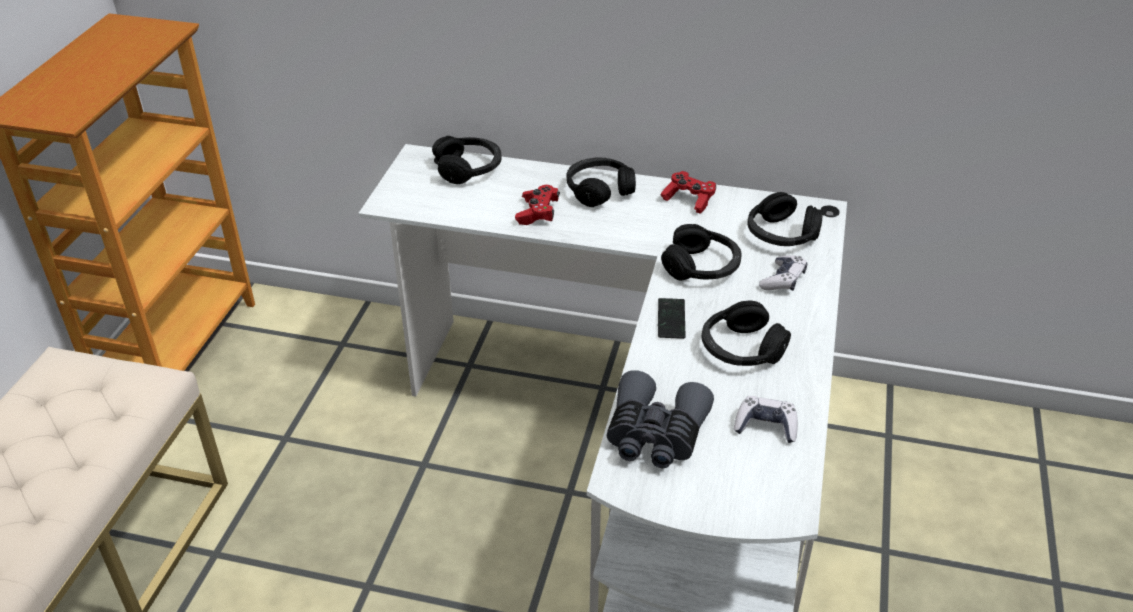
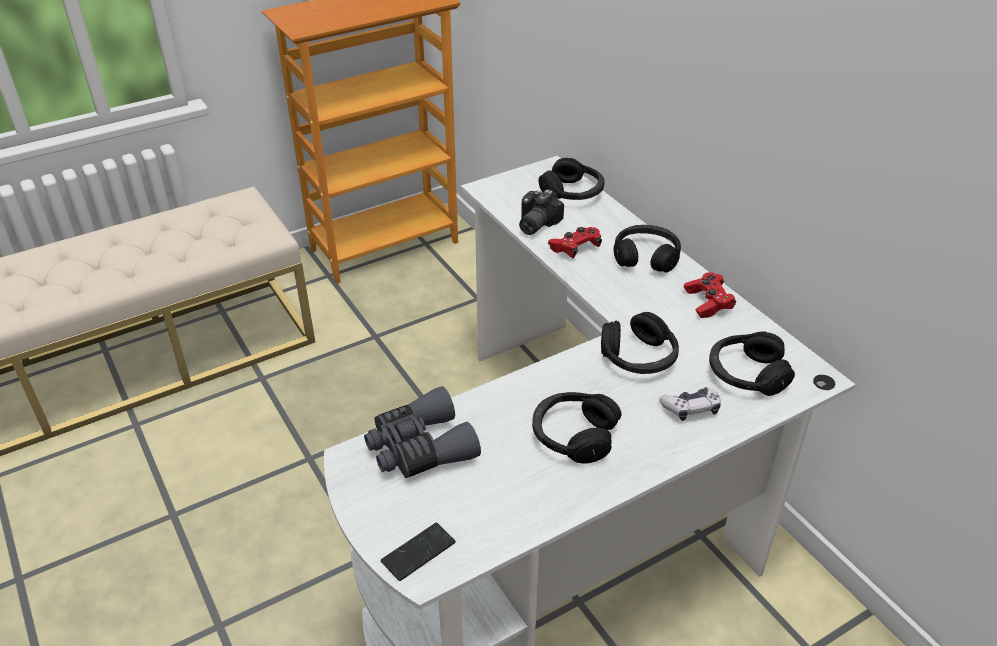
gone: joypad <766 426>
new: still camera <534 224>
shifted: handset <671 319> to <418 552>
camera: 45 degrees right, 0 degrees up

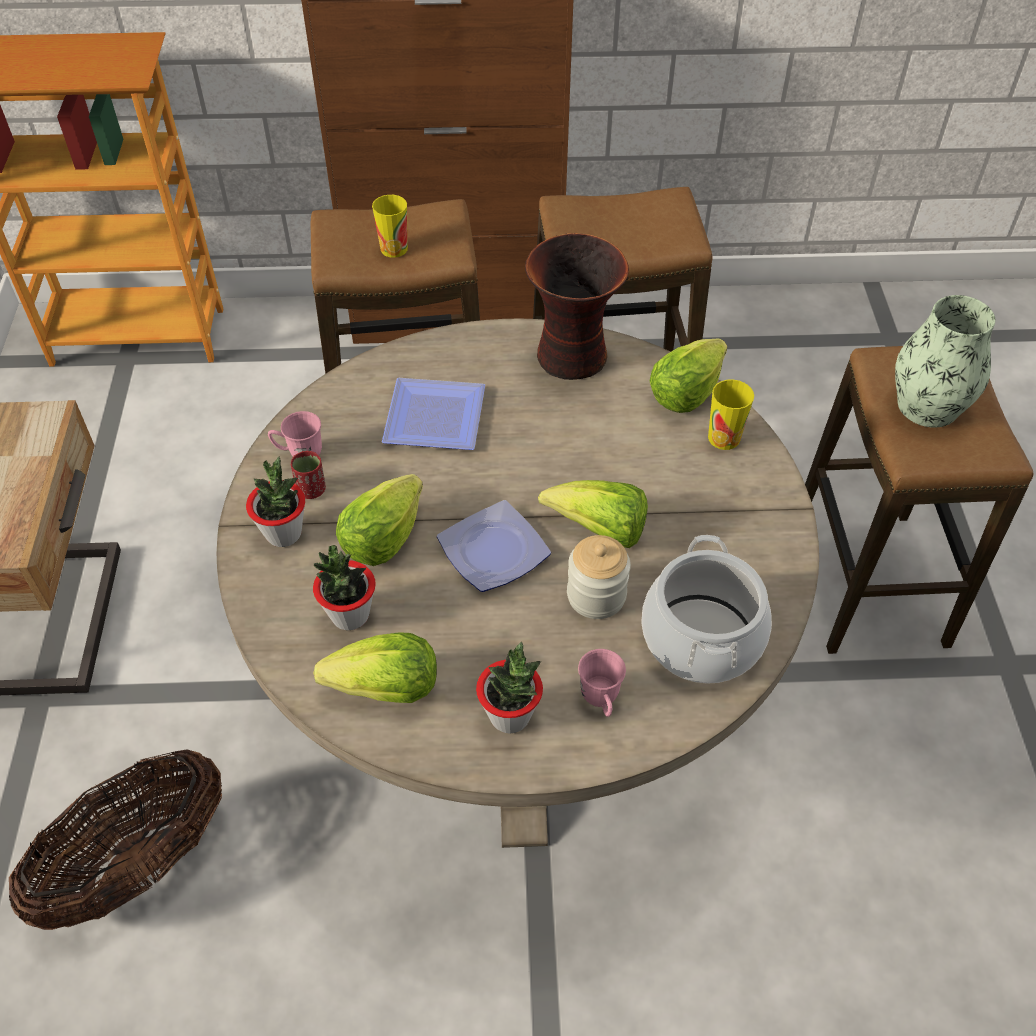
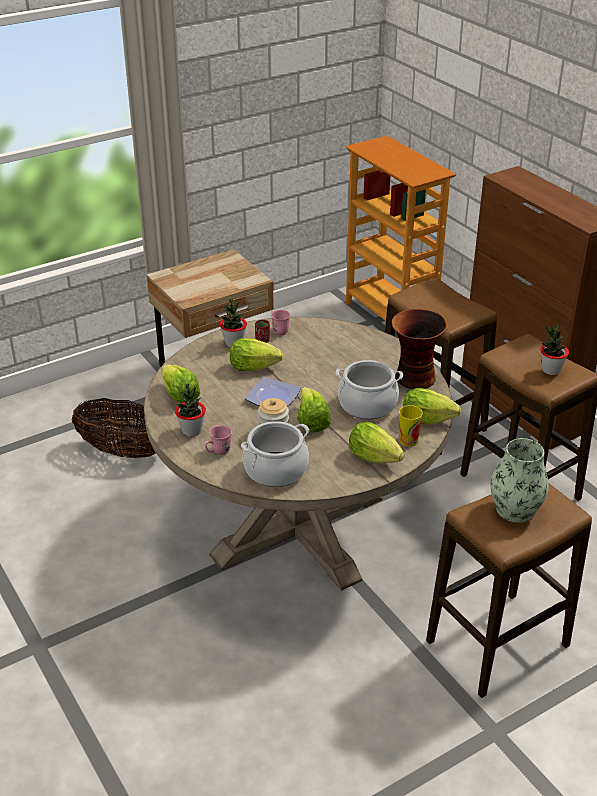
gone: drinking cup <394 249>; flat dish <431 420>
new: saucepot <367 405>; lettuce head <373 457>
shifted: potted plant <350 615> to <551 370>
camera: 60 degrees right, 15 degrees down

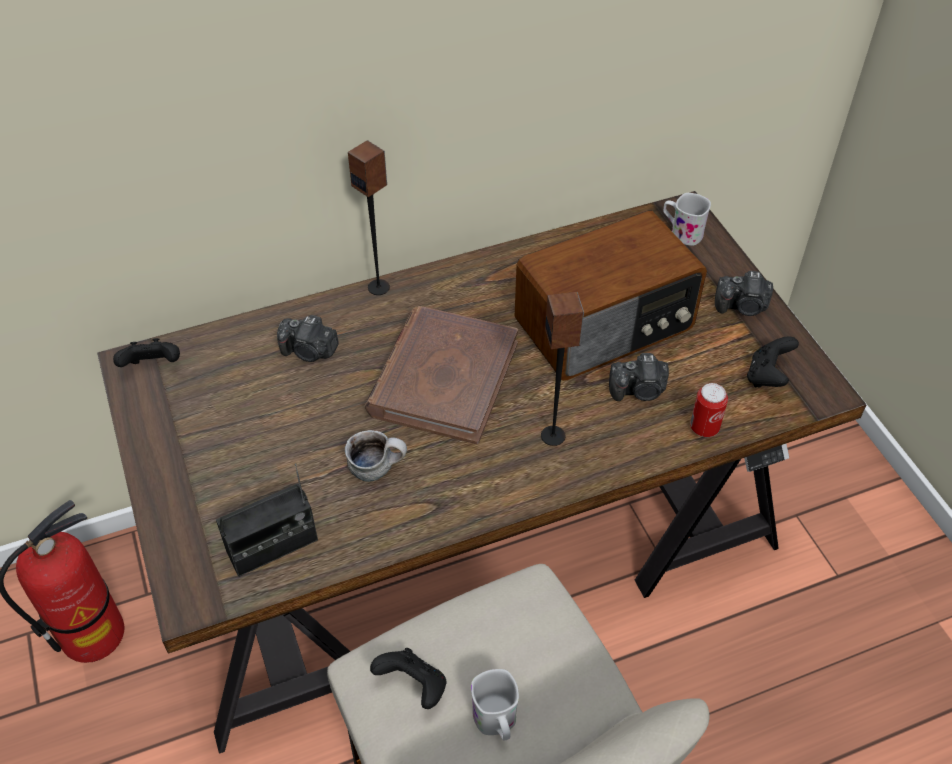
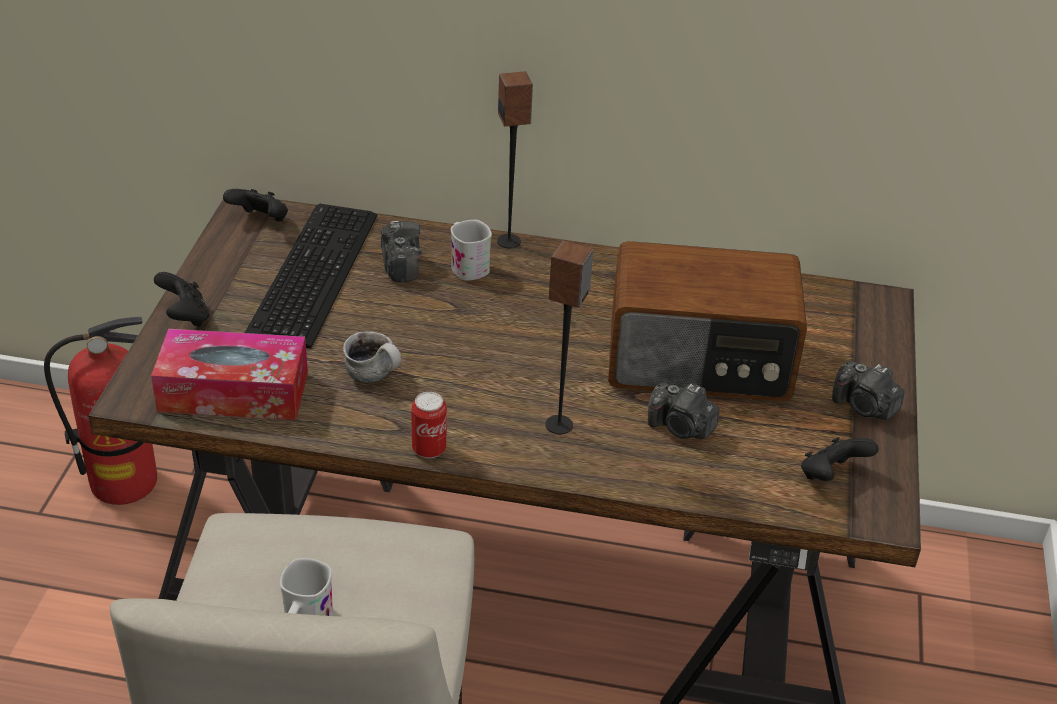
gone: bound book/brown-coloured <443 378>
new: computer keyboard <309 275>
shifted: joypad/black-coloured <413 686> to <185 317>; metal can <704 428> to <429 449>; coffee mug/white-coloured <681 232> to <467 265>
swapped: radio <272 546> to tissue box <233 391>
rotated: still camera <309 351> = <400 264> 150 degrees counterclockwise
camera: 30 degrees right, 10 degrees down

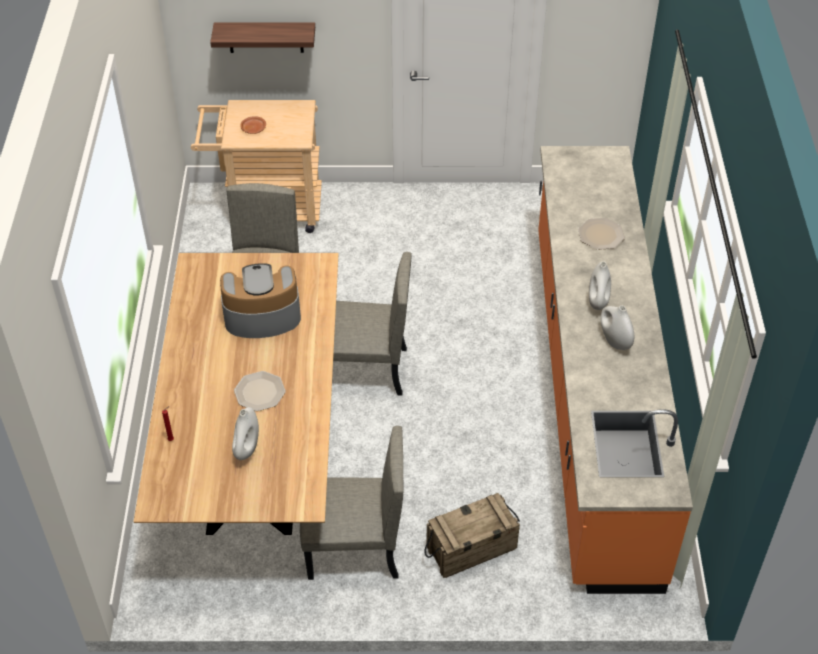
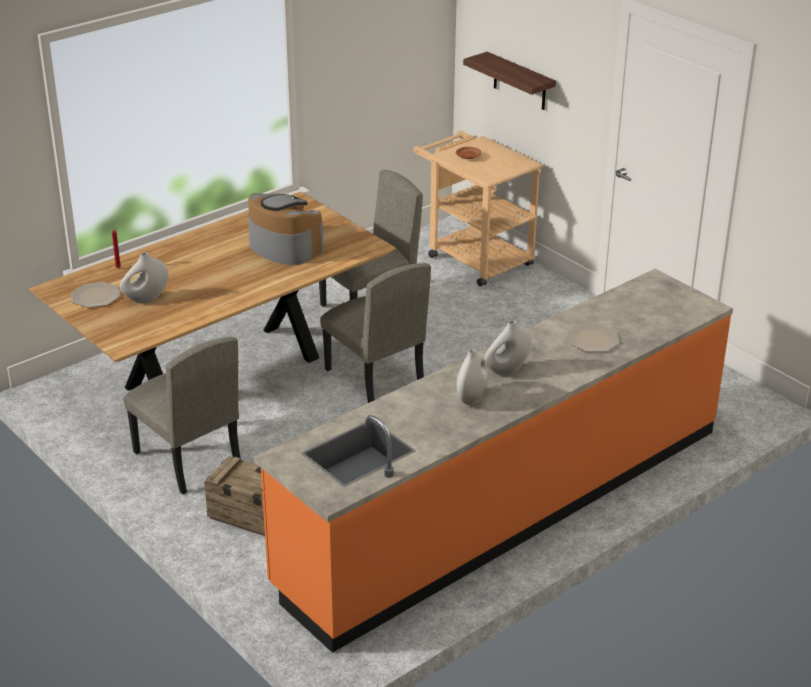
shifted: flat dish <259 391> to <96 296>
camera: 50 degrees right, 15 degrees down

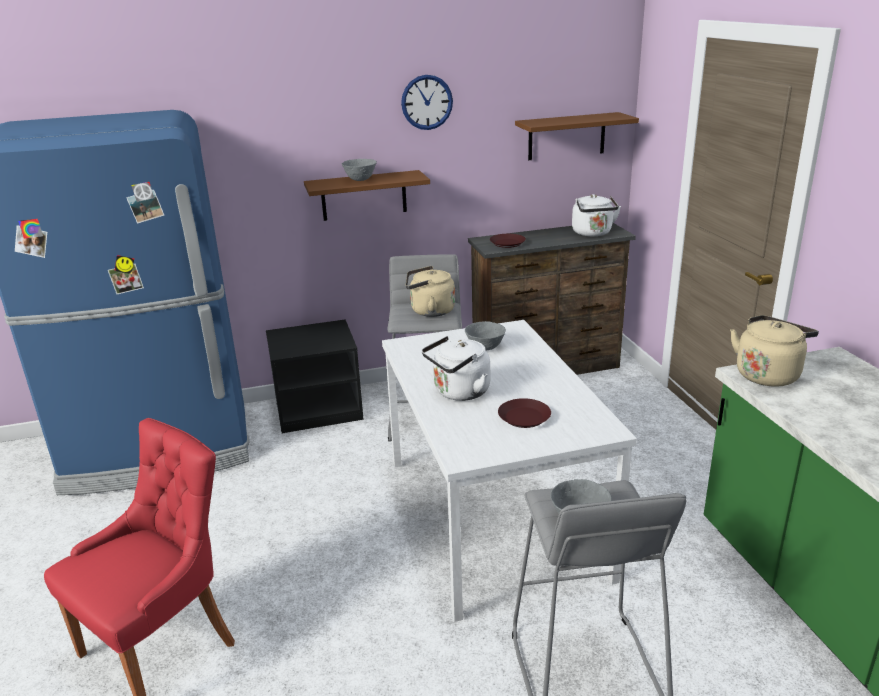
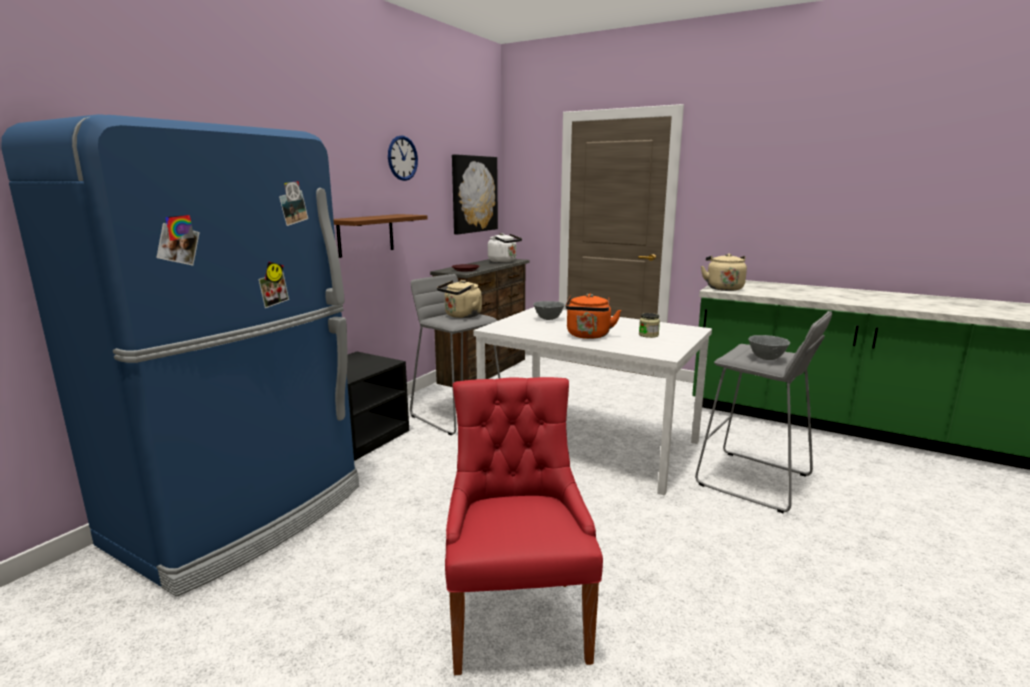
gone: serving bowl/grey <360 180>
swapped: wall shelf/brown-coloured <566 136> to picture <474 194>; flat dish/brown-coloured <524 418> to storage jar <648 335>
repainted: water kettle/white-coloured <459 392> to water kettle/orange <588 336>
camera: 45 degrees left, 10 degrees down

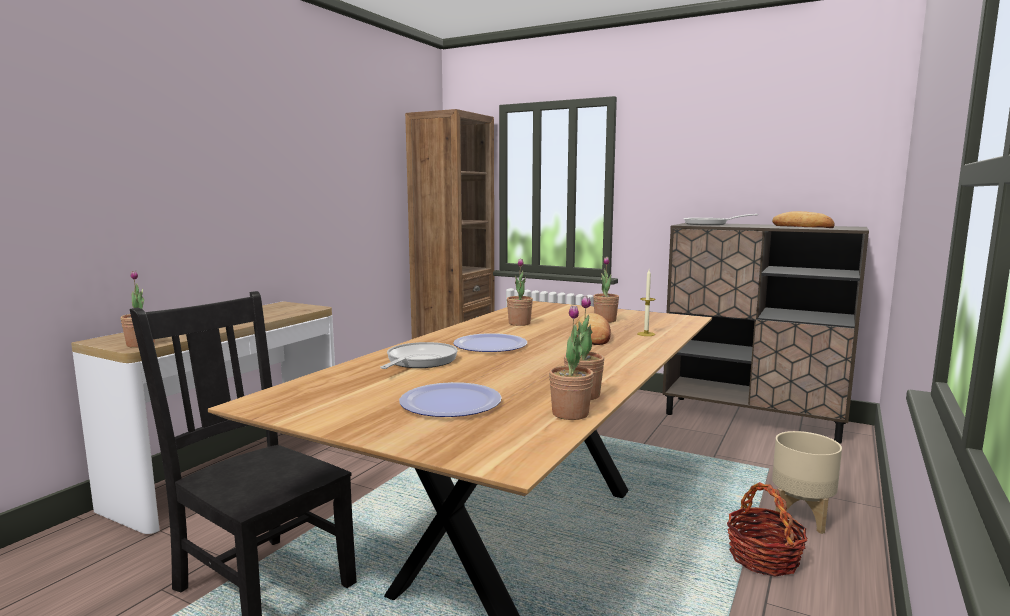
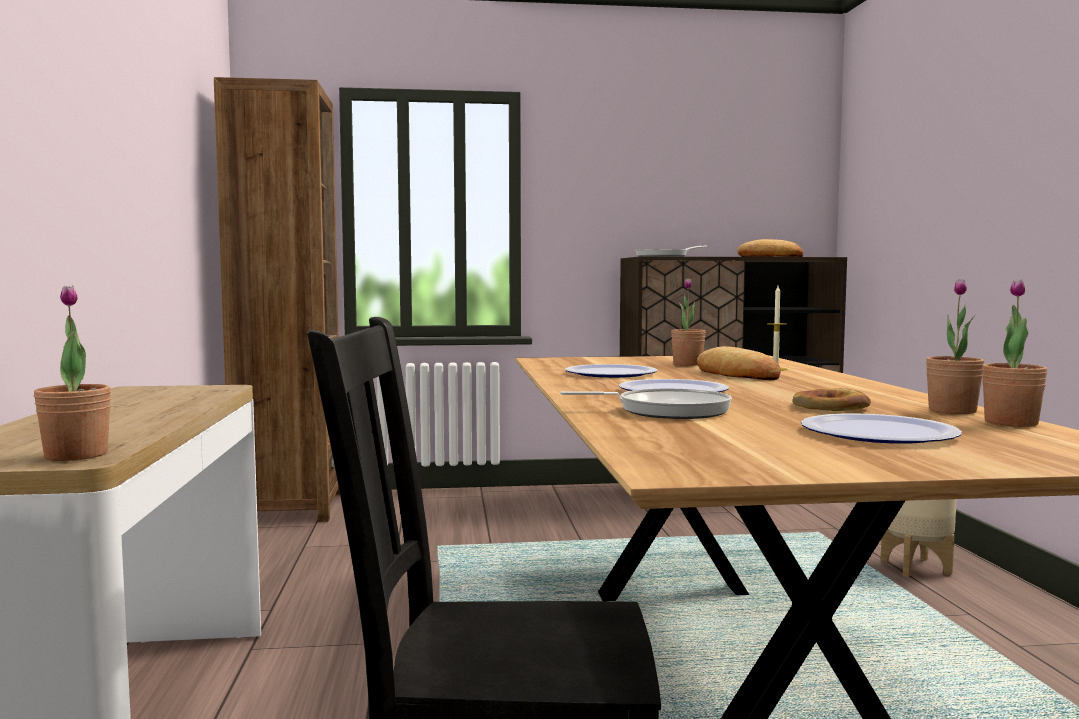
gone: household basket <763 558>
new: bakery bread <830 407>
swapped: potted plant <519 323> to flat dish <611 373>
rotated: frying pan <419 361> = <666 411> 105 degrees clockwise
camera: 35 degrees left, 5 degrees down

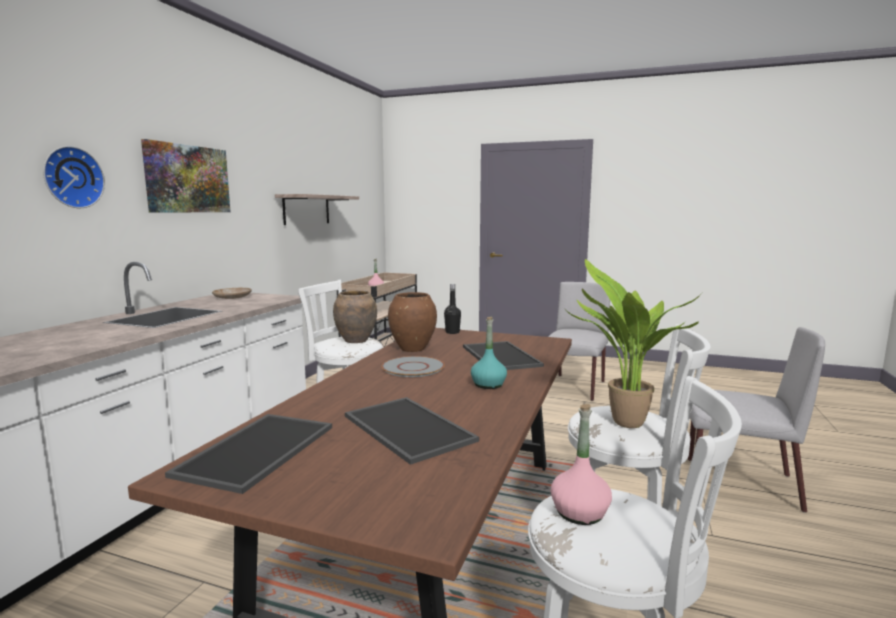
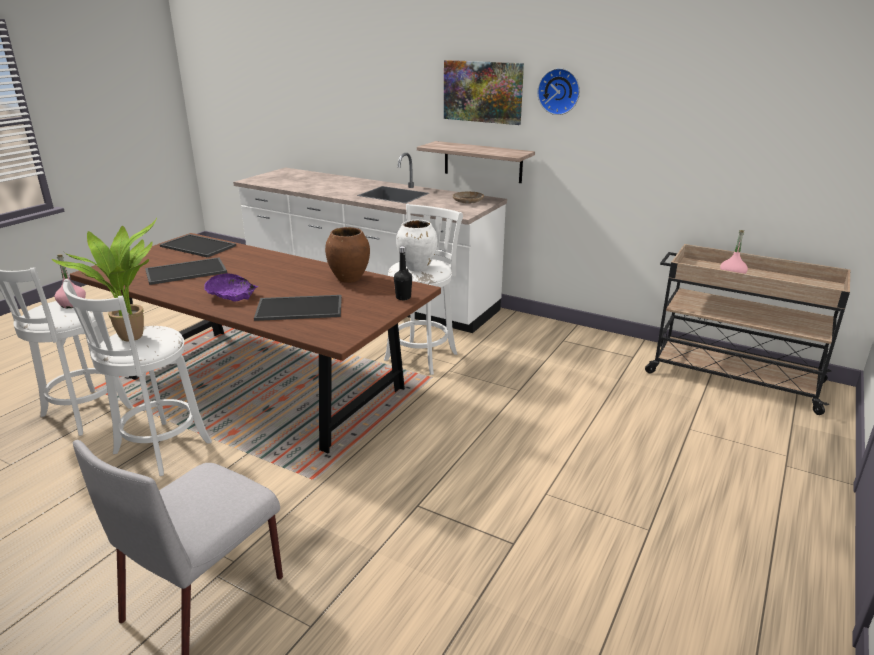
gone: flat dish/grey <412 368>; chair/grey <574 388>
shifted: wall shelf <306 209> to <482 162>; wall clock <71 177> to <559 91>
swapped: drink bottle/turquoise-coloured <488 384> to serving bowl/purple-coloured <231 296>
repainted: vase/brown-coloured <356 341> to vase/white-coloured <417 268>
camera: 100 degrees right, 15 degrees up

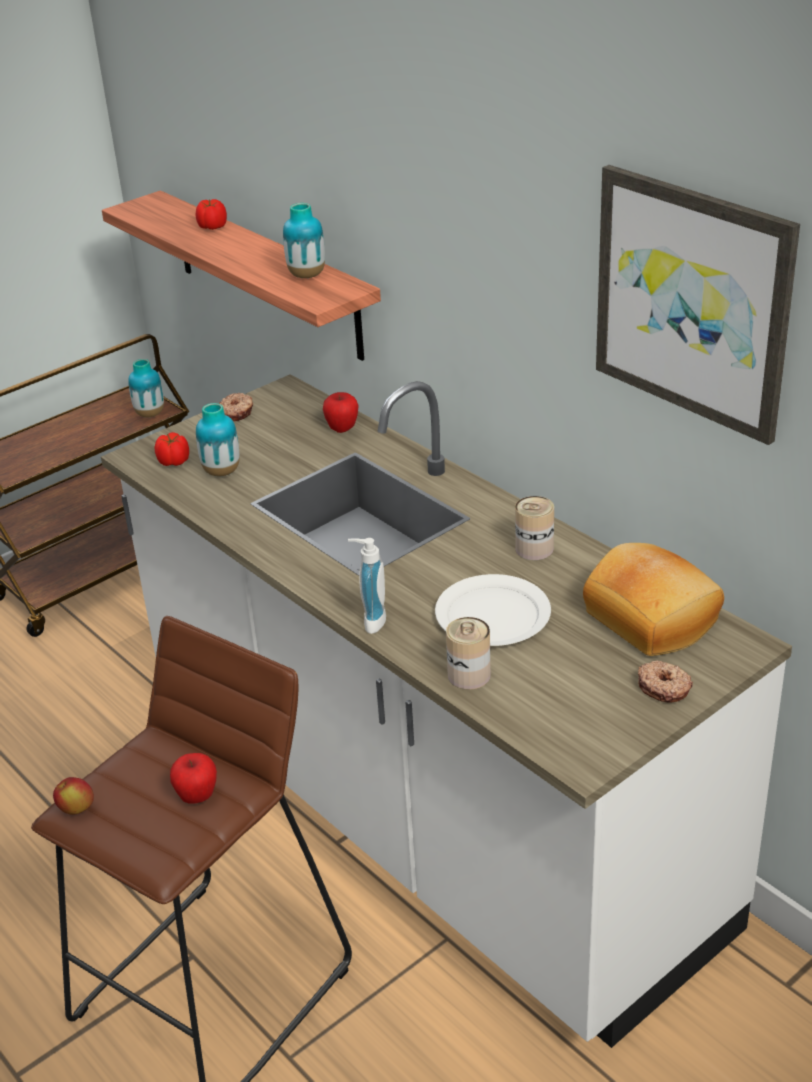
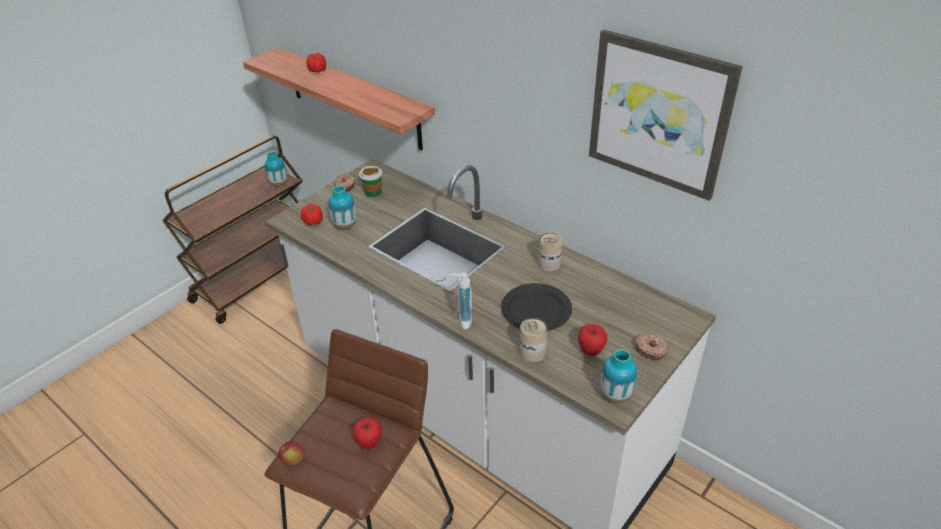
gone: bakery bread <653 617>
new: drinking cup <373 192>
shifted: whole apple <342 429> to <591 351>; vase <307 275> to <615 395>
repainted: flat dish/white-coloured <493 615> to flat dish/black-coloured <537 310>
camera: 10 degrees left, 5 degrees up

